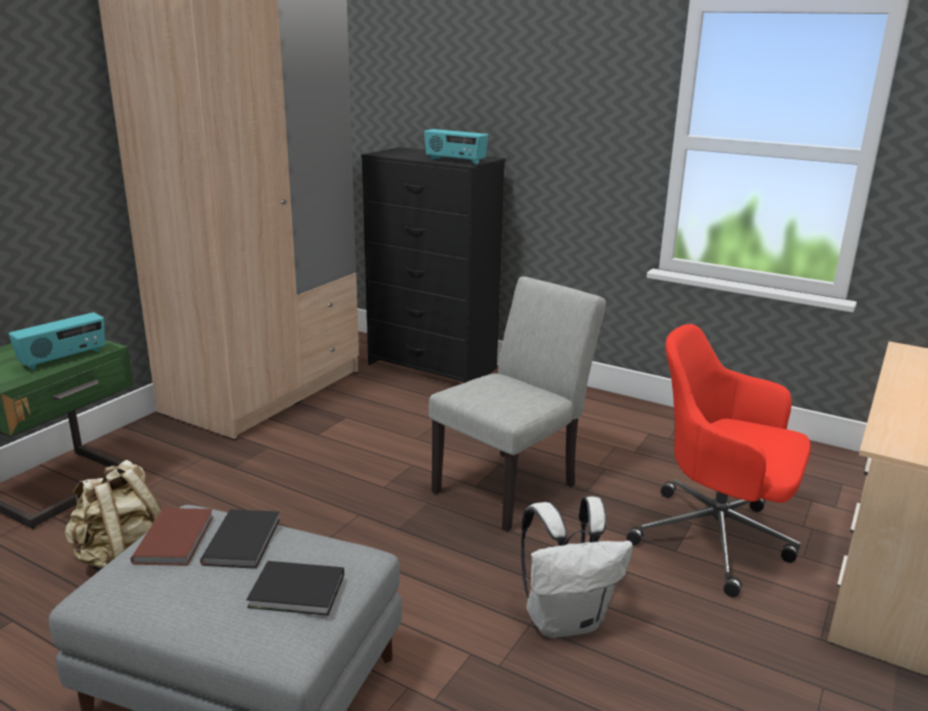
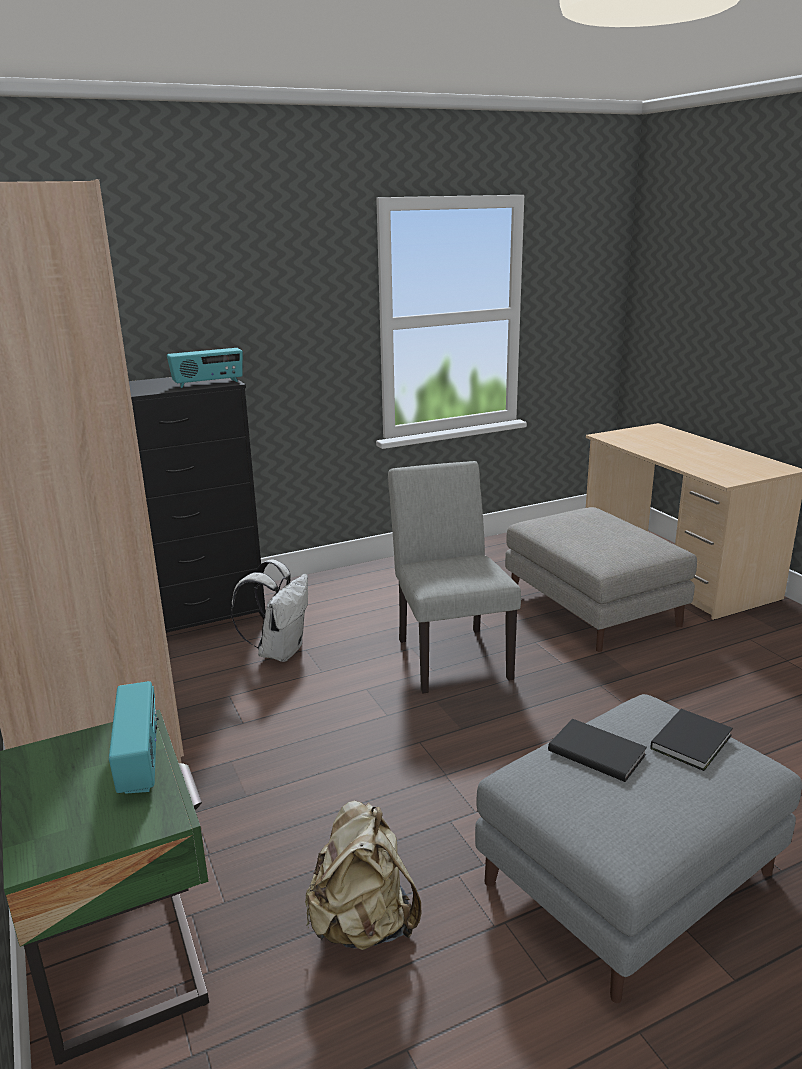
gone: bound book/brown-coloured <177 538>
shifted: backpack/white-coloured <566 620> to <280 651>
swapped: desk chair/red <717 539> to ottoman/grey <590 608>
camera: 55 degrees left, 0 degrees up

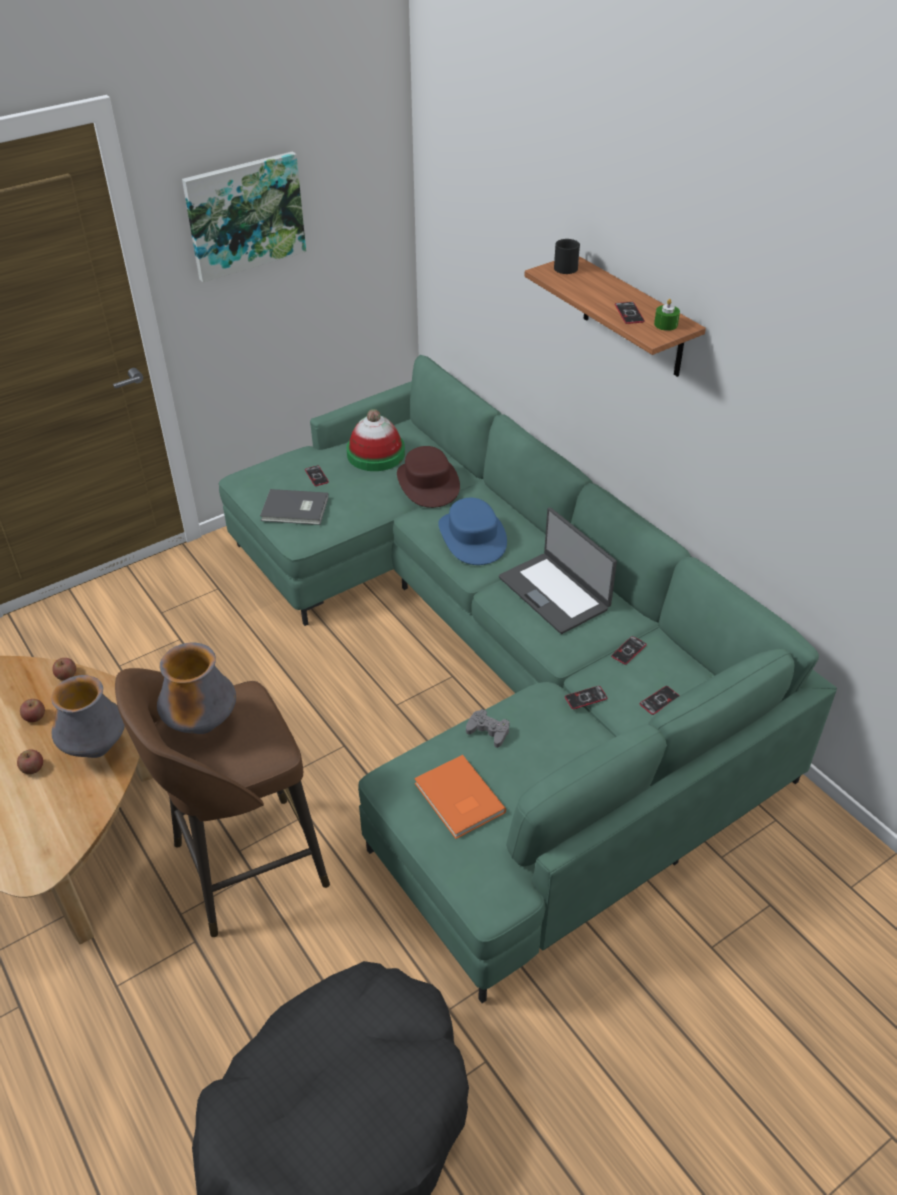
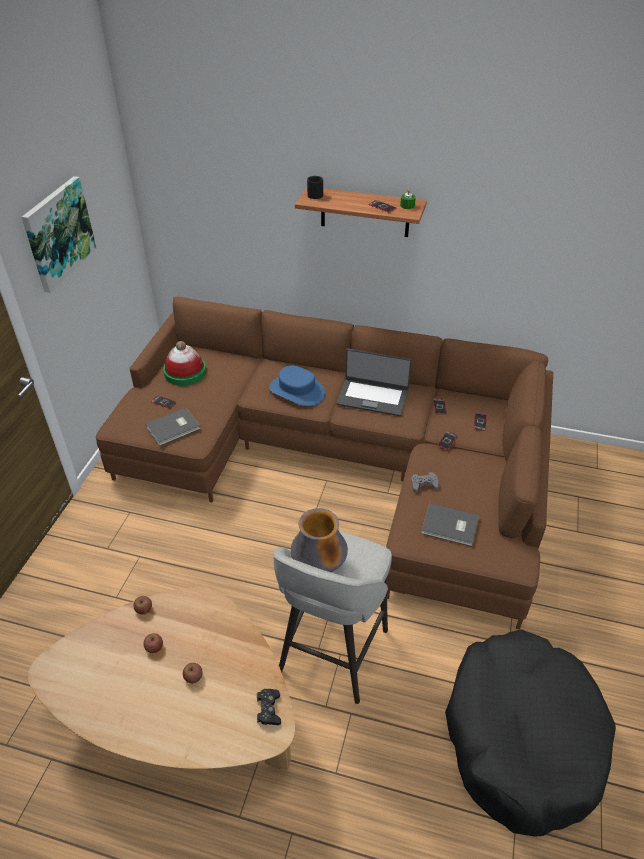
gone: vase <96 749>; clothing hat/brown-coloured <427 483>
new: joypad/black-coloured <269 709>
repainted: couch/green-coloured <494 667> to couch/brown-coloured <343 463>; stool/brown-coloured <245 866> to stool/grey <331 653>; bound book/orange <458 800> to bound book/grey <450 527>
camera: 40 degrees left, 0 degrees up

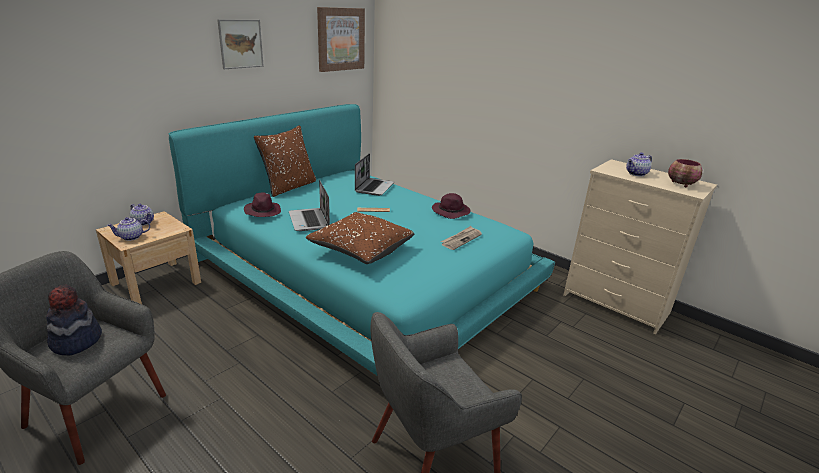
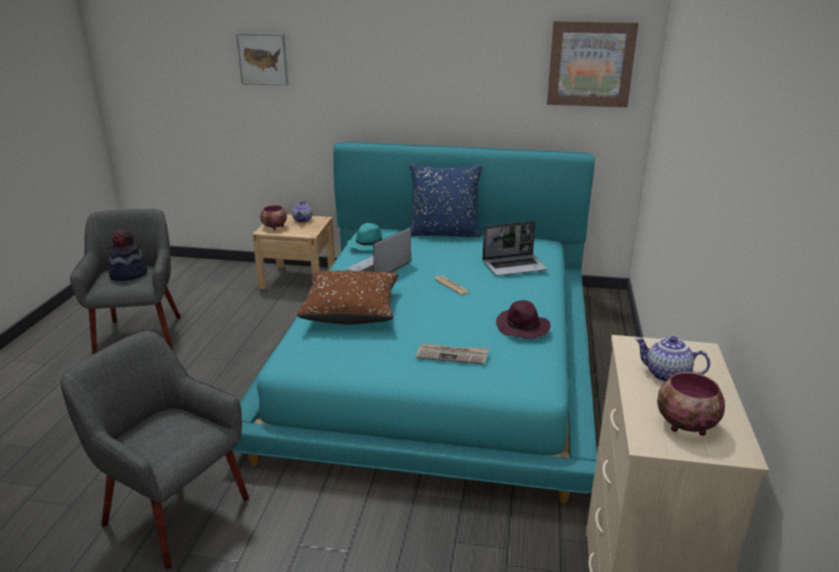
shifted: picture <241 44> to <262 59>
swapped: teapot <131 237> to serving bowl <274 227>
repainted: clothing hat/purple-coloured <262 212> to clothing hat/turquoise-coloured <369 244>; pillow/brown-coloured <289 187> to pillow/bluish <444 233>
camera: 60 degrees right, 0 degrees up

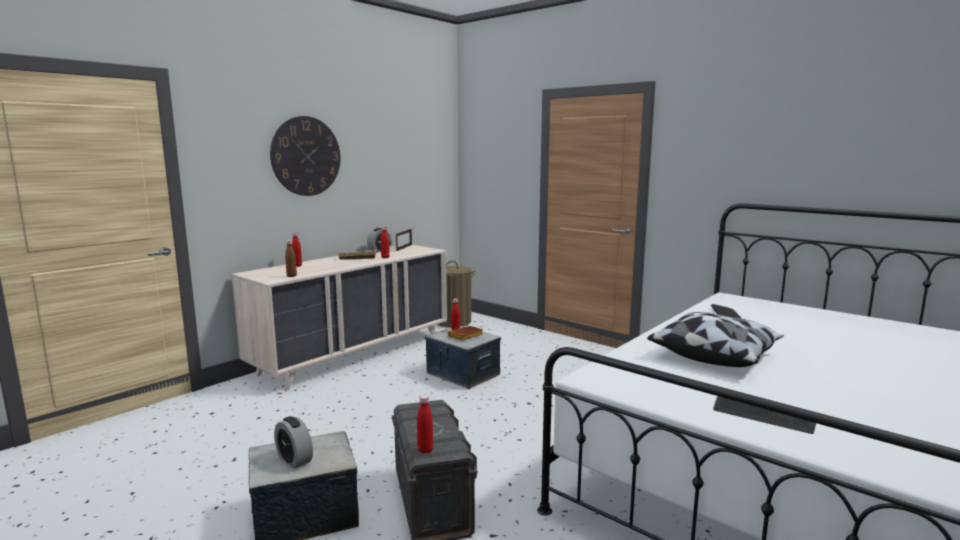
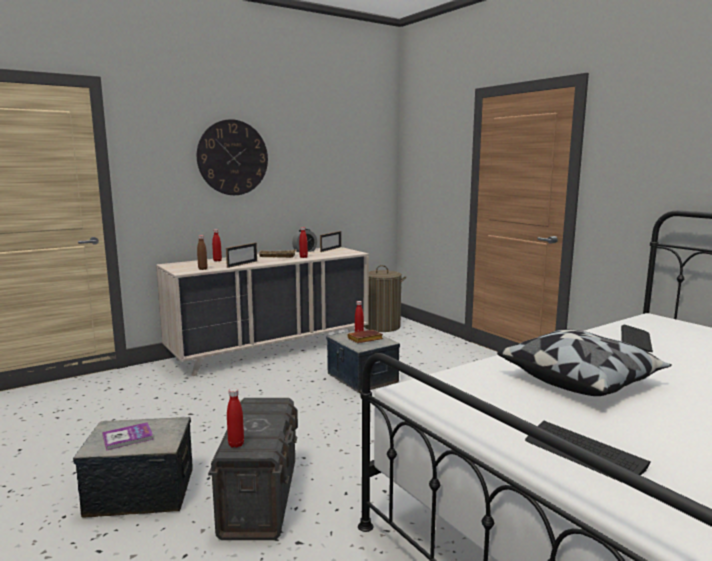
new: standing frame <242 264>
swapped: bedside clock <294 460> to bound book <128 437>
camera: 15 degrees right, 0 degrees up

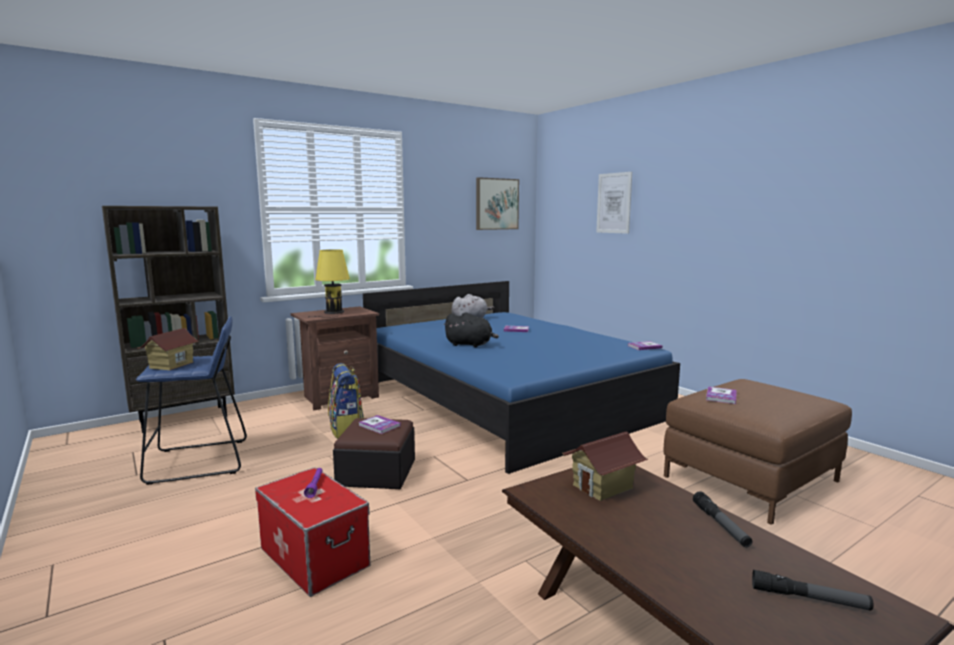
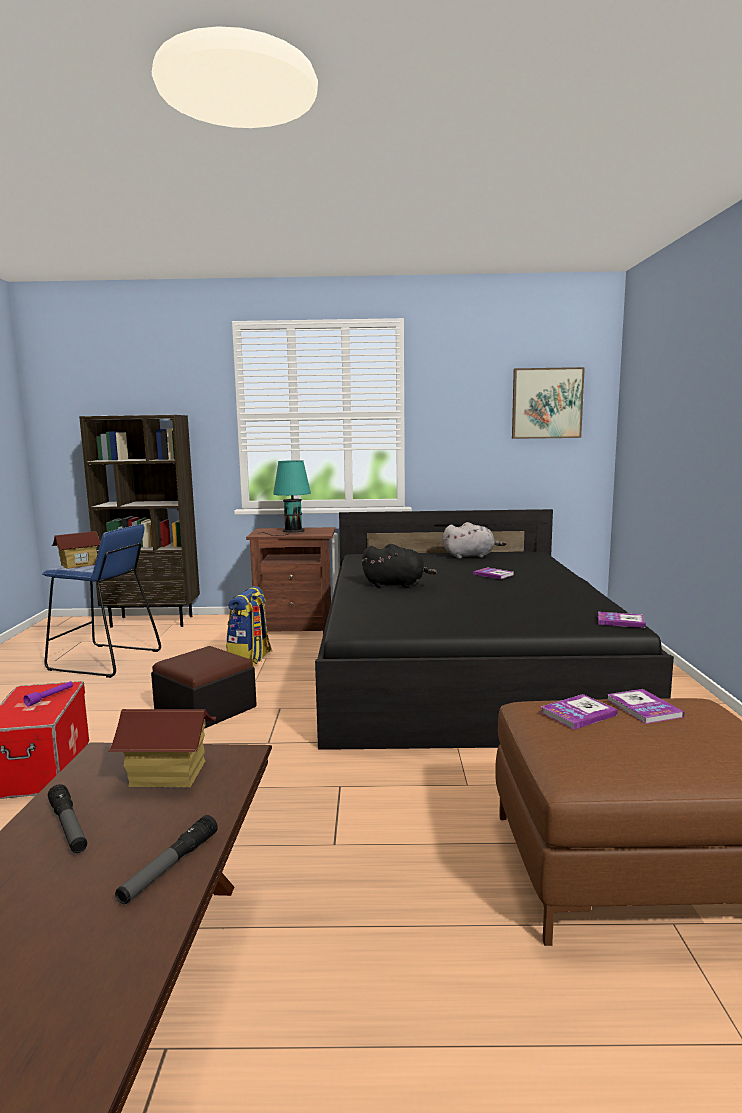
gone: picture <614 203>
shifted: flashlight <809 598> to <68 826>; bound book <379 425> to <644 708>
repainted: tabletop lamp/yellow-coloured <333 312> to tabletop lamp/turquoise-coloured <291 531>; bed/bluish <506 399> to bed/black-coloured <461 665>
rotated: cuddly toy/black-coloured <470 345> = <396 585> 45 degrees counterclockwise
camera: 35 degrees right, 0 degrees up

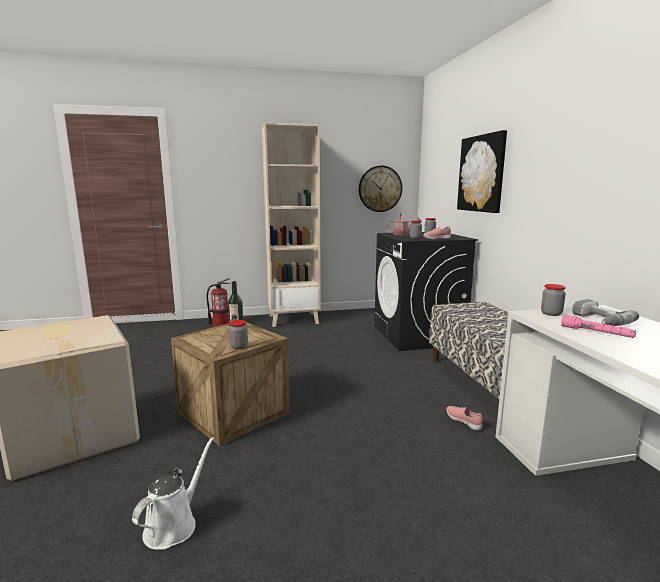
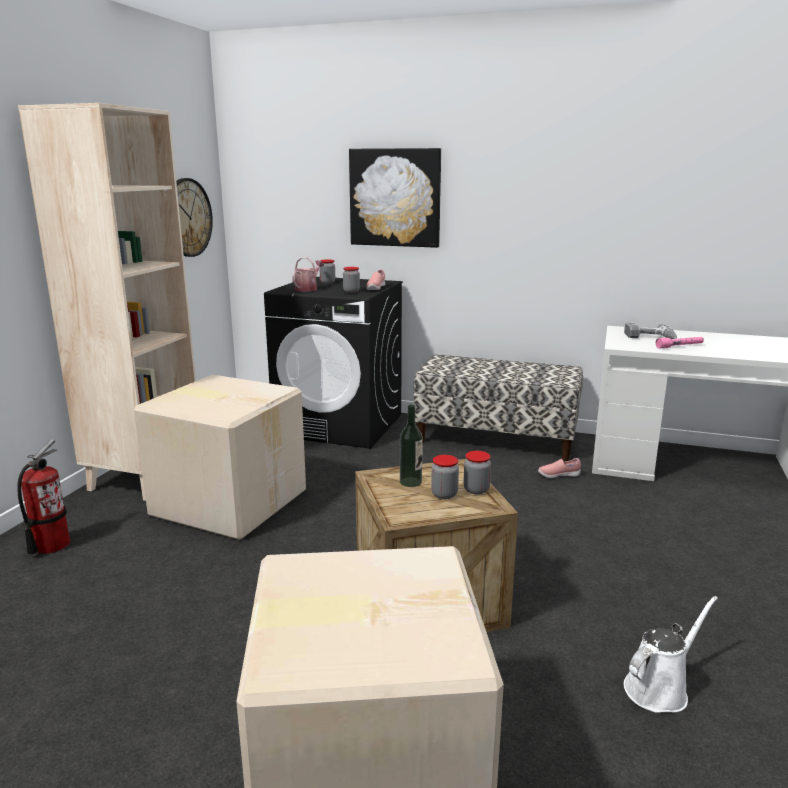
new: cardboard box <229 502>
shifted: storage jar <551 313> to <444 494>
rotated: watering pot/white-coloured <174 525> = <659 688> 90 degrees clockwise
camera: 60 degrees left, 5 degrees up

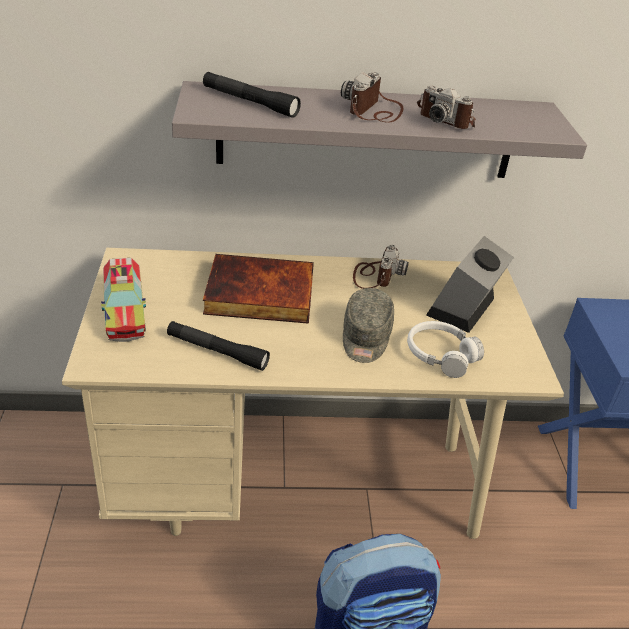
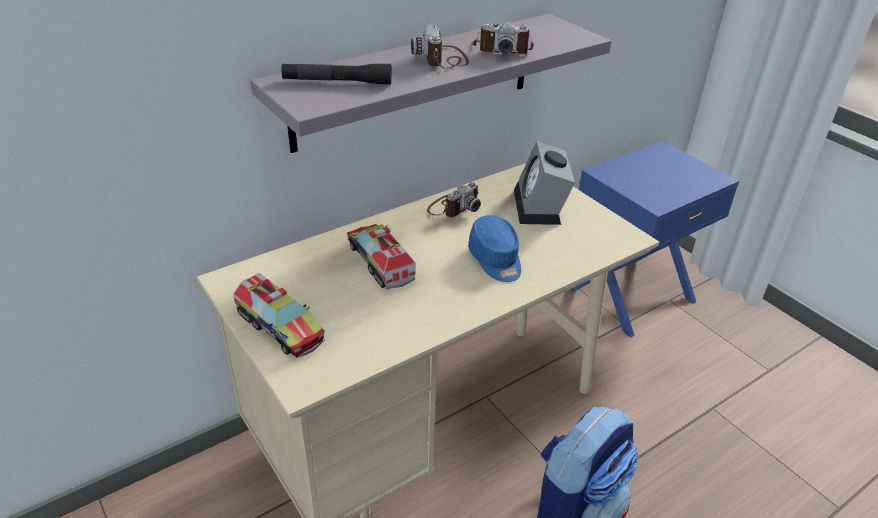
gone: flashlight/black-coloured <217 351>; headset/white-coloured <441 355>
swapped: bound book <259 295> to toy lorry <380 262>
repainted: baseball cap/grey <365 337> to baseball cap/bluish <496 260>
rotated: still camera <375 275> = <453 207> 60 degrees clockwise
camera: 30 degrees left, 0 degrees up

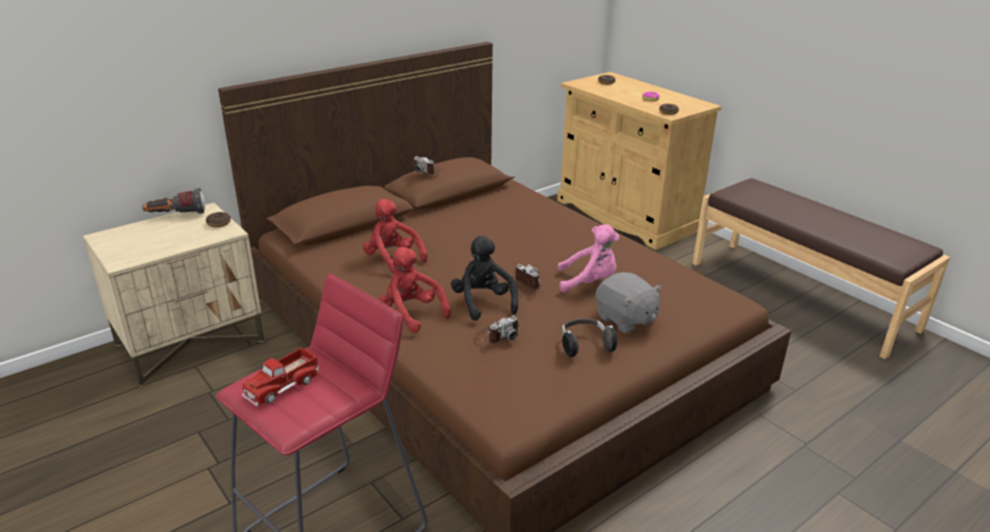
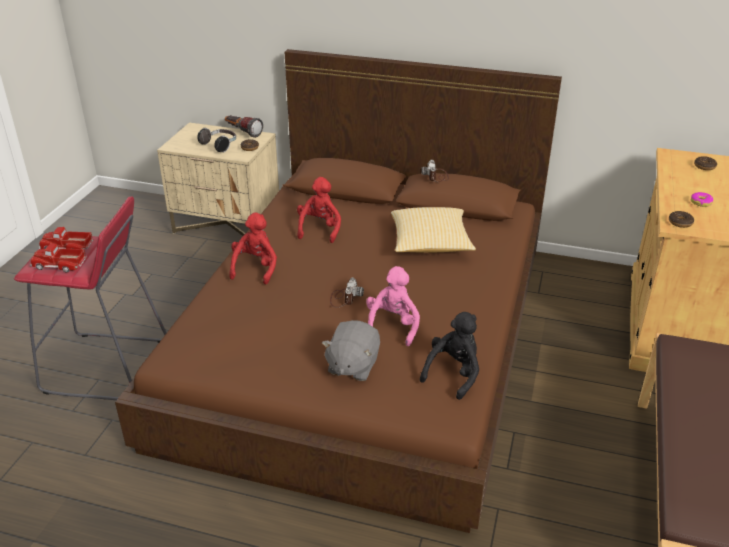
gone: still camera <497 335>
new: toy lorry <59 265>; pillow <430 243>
shifted: headset <585 345> to <220 145>; cuddly toy/black-coloured <483 302> to <453 373>
rotated: cuddly toy/pinkish <589 282> = <392 326> 135 degrees counterclockwise
camera: 55 degrees right, 5 degrees up

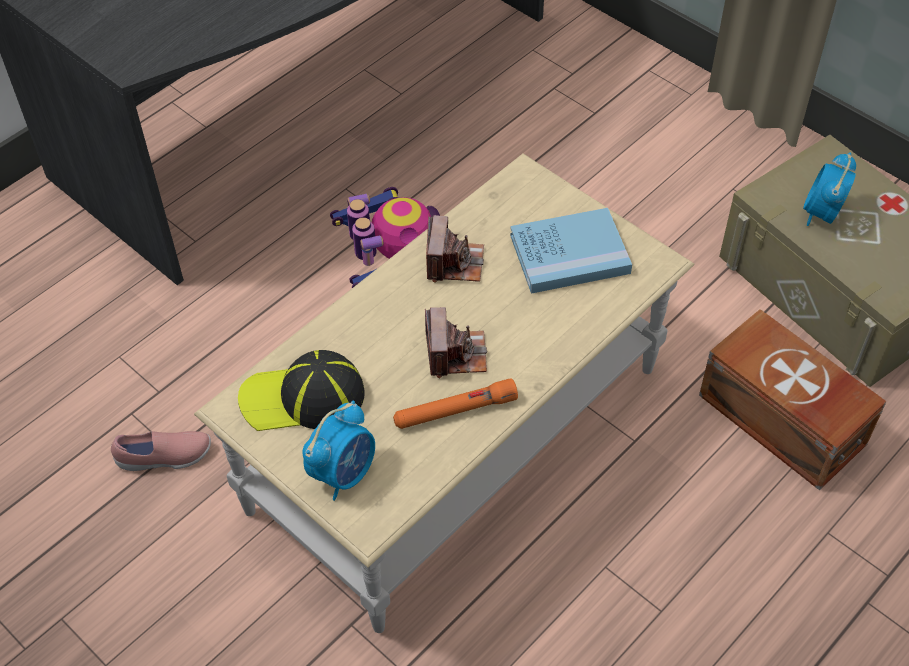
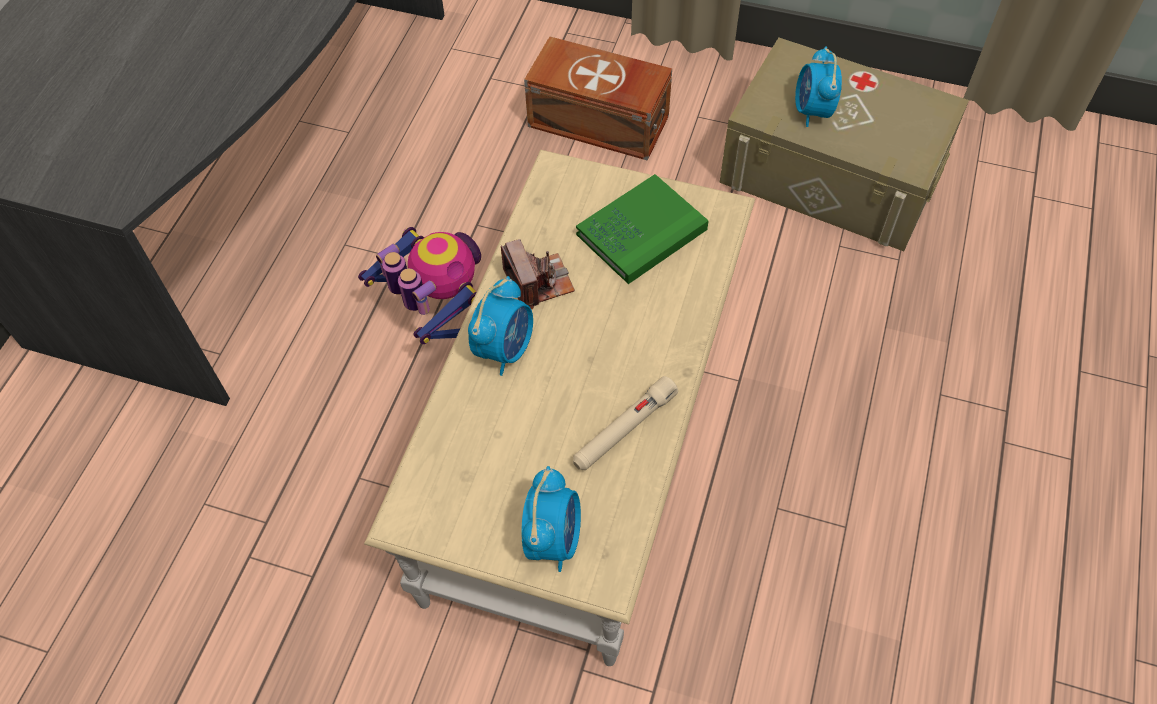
gone: item of footwear/pinkish <165 458>; baseball cap <303 398>; still camera <455 354>
new: bedside clock <505 348>
shifted: storage bin/brown-coloured <782 422> to <599 123>
repainted: flashlight/orange <455 411> to flashlight/sand-coloured <624 429>; bound book/bluish <569 254> to bound book/green-coloured <641 232>
camera: 25 degrees left, 5 degrees up

